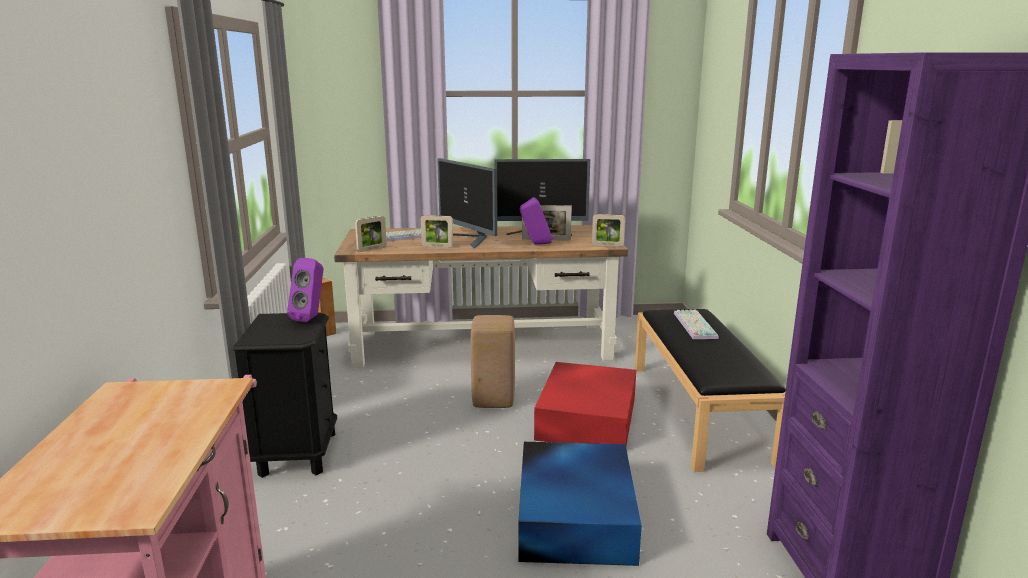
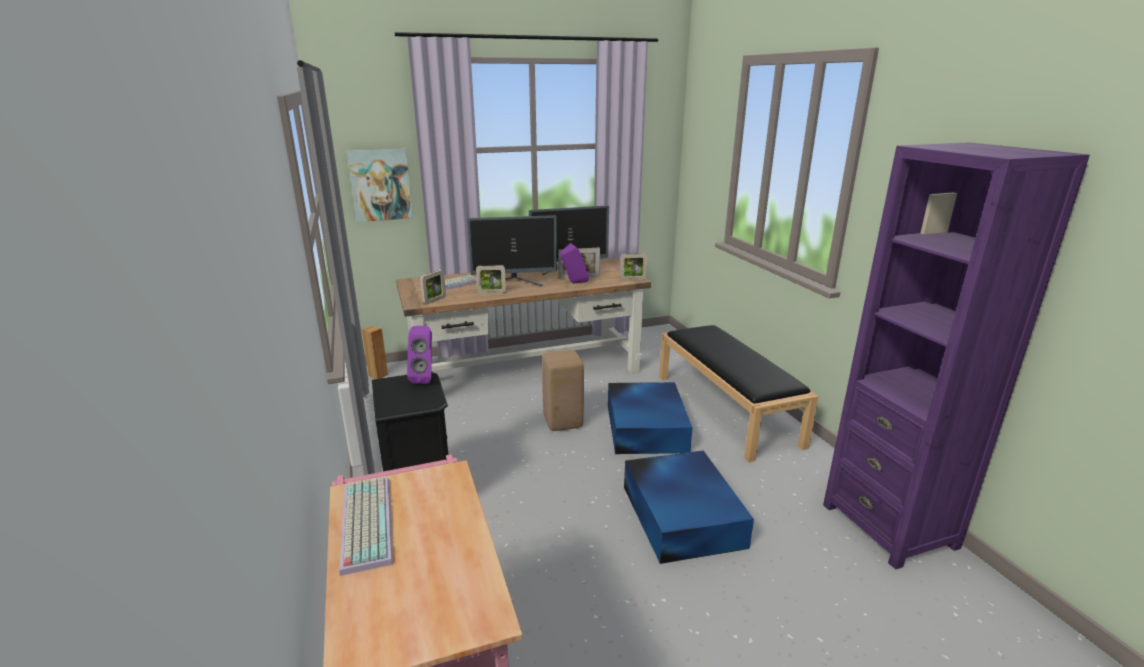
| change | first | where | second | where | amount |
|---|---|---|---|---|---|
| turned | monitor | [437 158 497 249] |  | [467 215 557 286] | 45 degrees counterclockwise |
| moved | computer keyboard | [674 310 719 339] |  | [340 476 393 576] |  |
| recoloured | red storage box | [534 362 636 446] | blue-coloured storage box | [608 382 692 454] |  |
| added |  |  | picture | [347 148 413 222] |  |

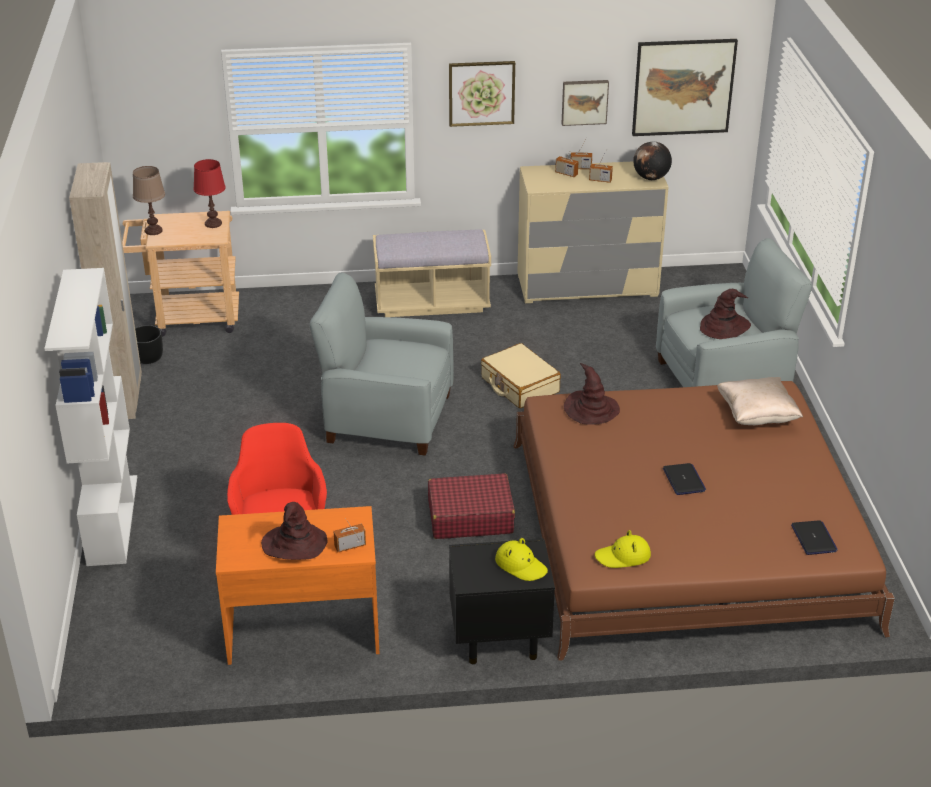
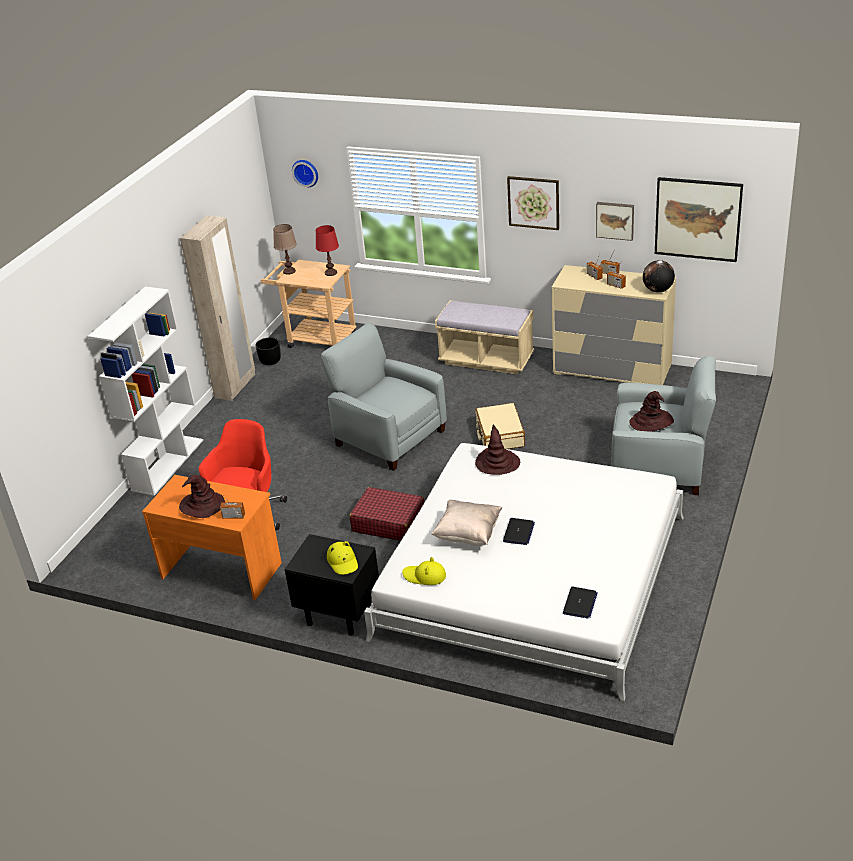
| change | first | where | second | where | amount |
|---|---|---|---|---|---|
| moved | sand-coloured throw pillow | [717 377 803 425] |  | [431 500 503 545] |  |
| recoloured | brownish bed | [513 381 895 661] | white-coloured bed | [364 443 684 701] |  |
| added |  |  | hanging clock | [292 160 318 187] |  |

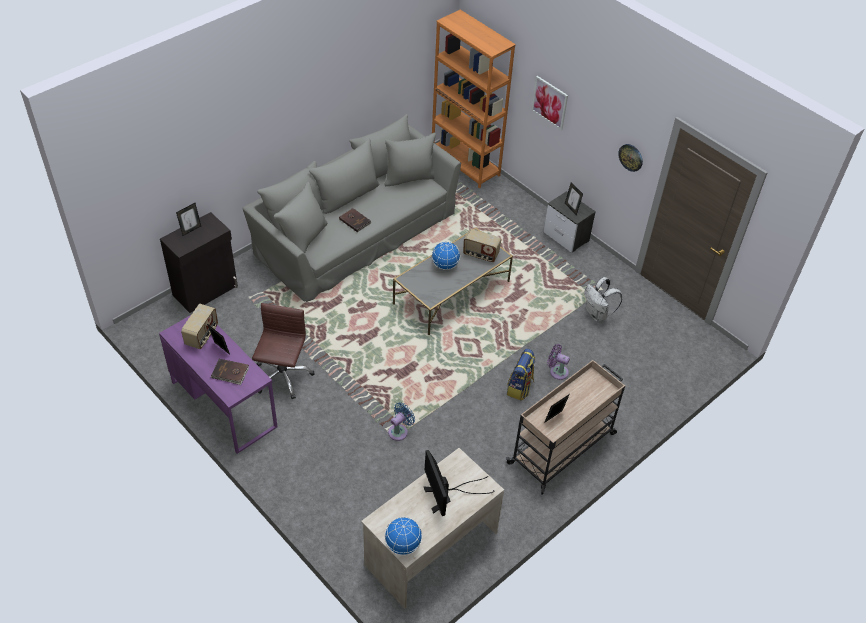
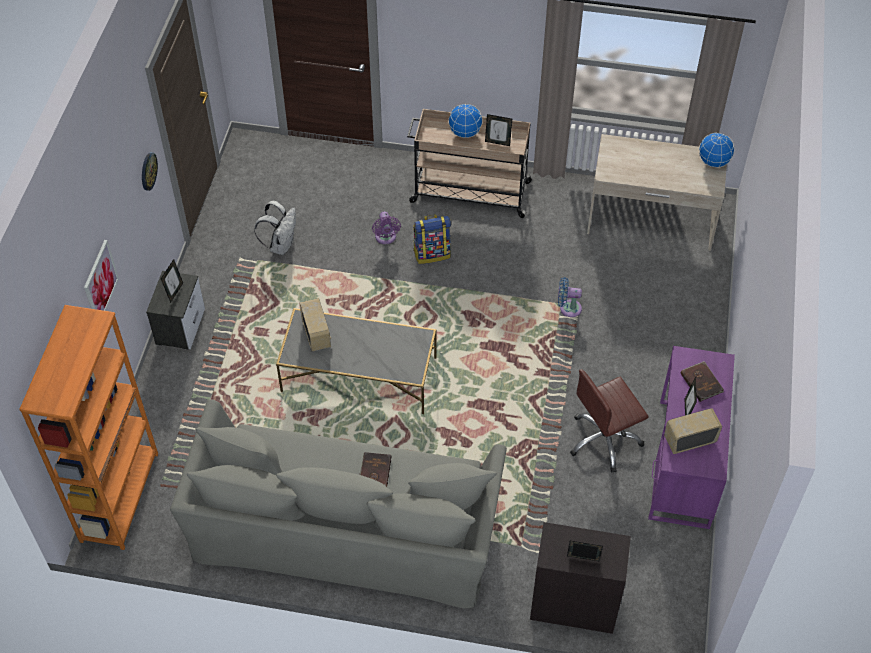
| change | first | where | second | where | amount |
|---|---|---|---|---|---|
| moved | globe | [432 241 460 270] |  | [448 104 483 138] |  |
| removed | monitor | [424 450 494 516] |  |  |  |

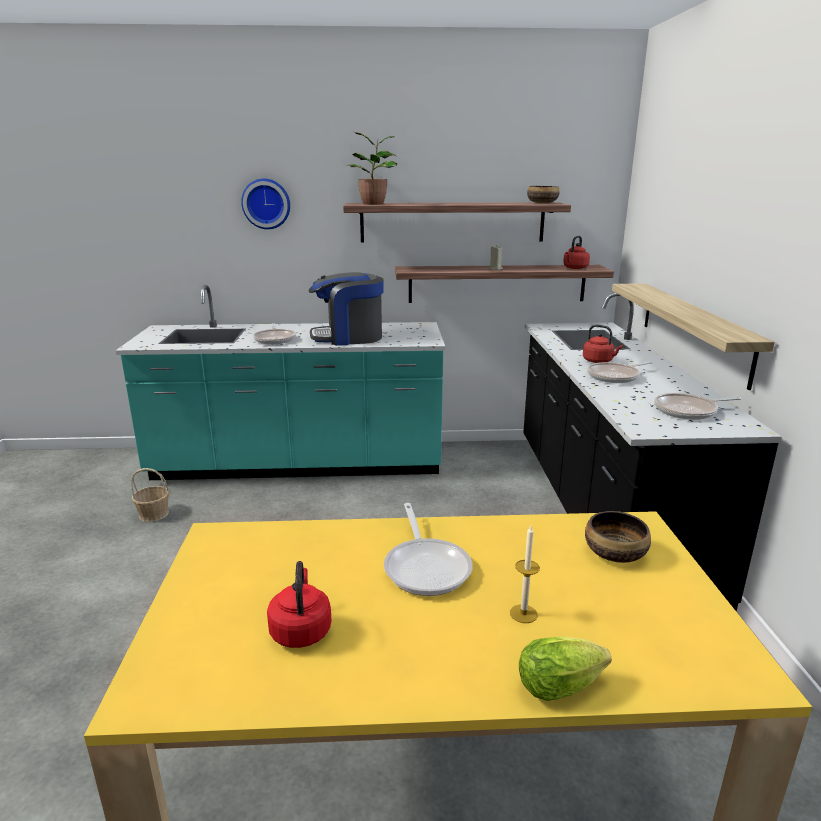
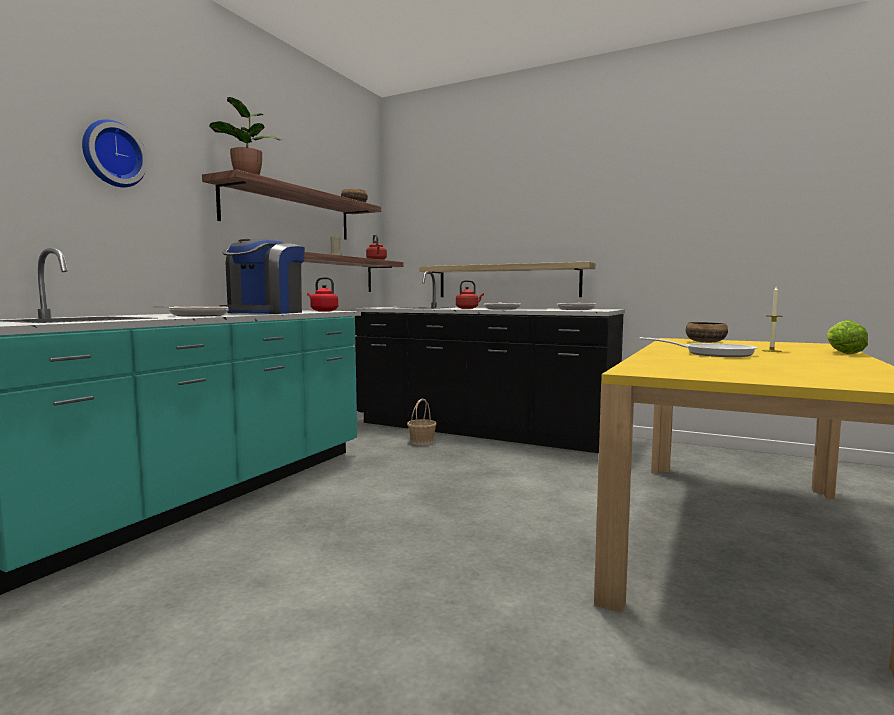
| change | first | where | second | where | amount |
|---|---|---|---|---|---|
| moved | storage basket | [131 468 170 522] |  | [407 399 437 445] |  |
| moved | red water kettle | [267 561 332 648] |  | [307 277 338 311] |  |

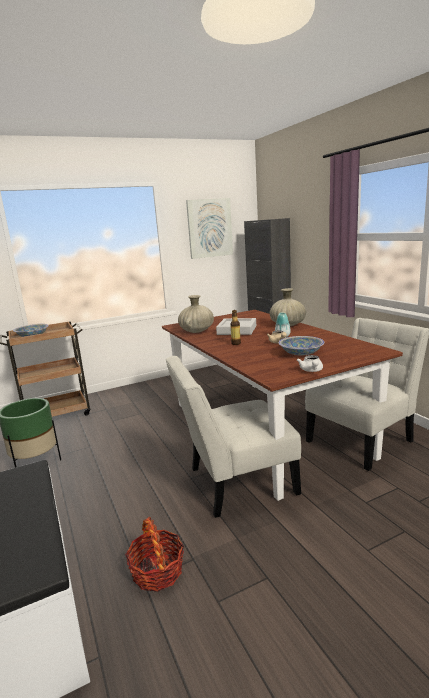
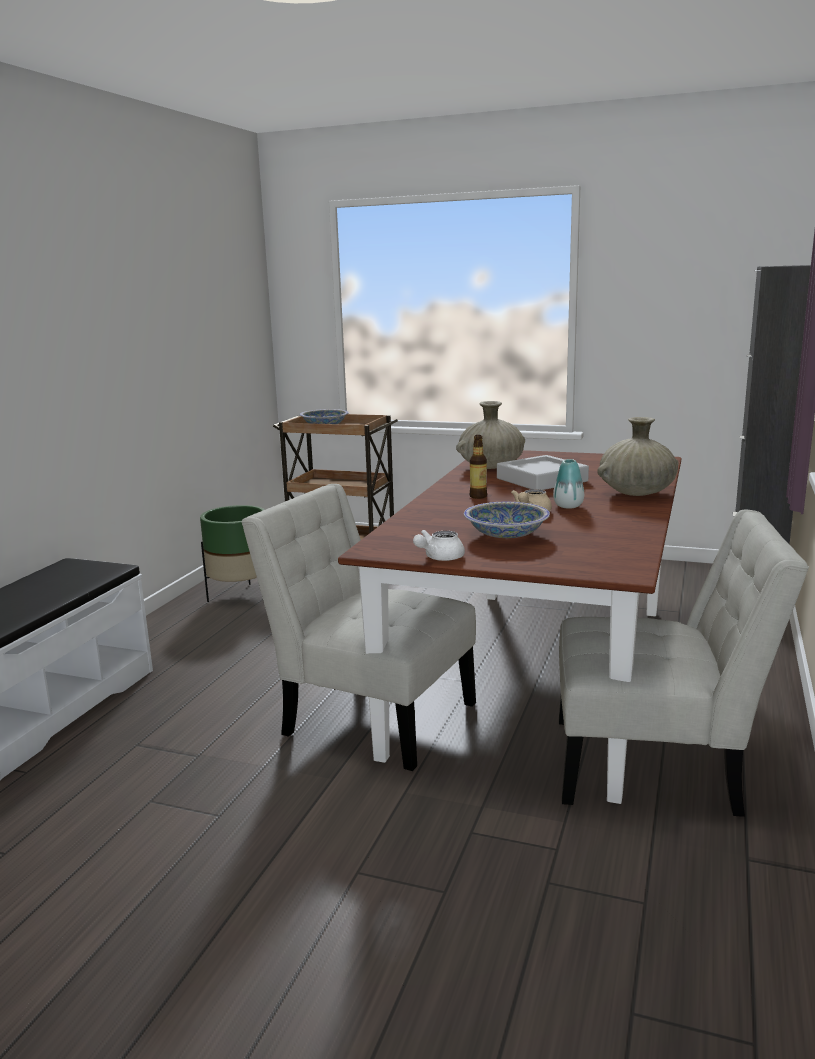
| change | first | where | second | where | amount |
|---|---|---|---|---|---|
| removed | picture | [186 198 233 259] |  |  |  |
| removed | storage basket | [125 517 184 592] |  |  |  |

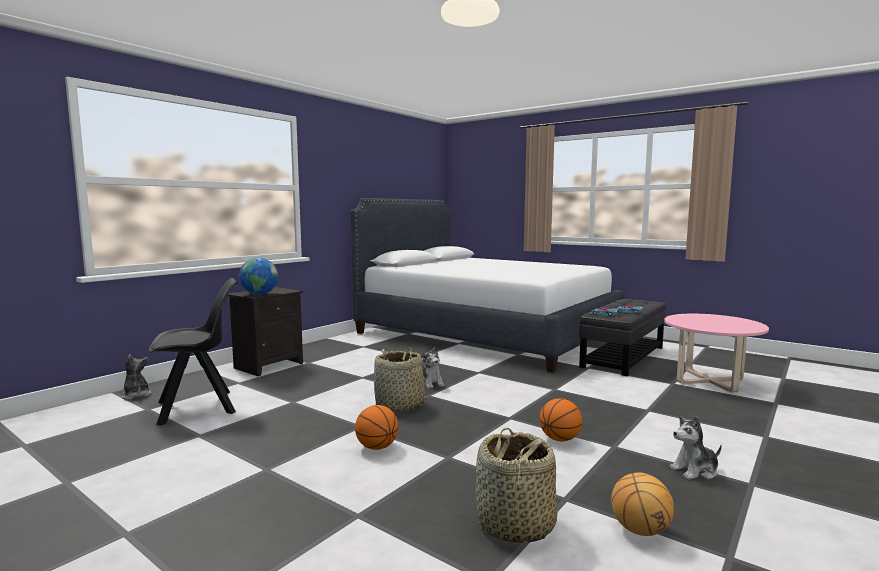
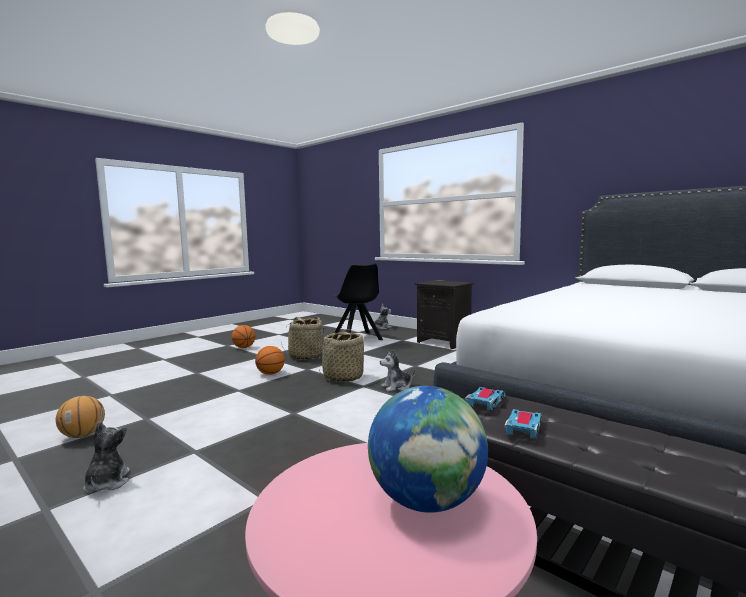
| change | first | where | second | where | amount |
|---|---|---|---|---|---|
| moved | globe | [239 258 278 295] |  | [368 386 488 513] |  |
| moved | ball for basketball | [539 398 582 441] |  | [231 325 255 348] |  |
| moved | storage basket | [476 427 557 543] |  | [281 317 324 360] |  |

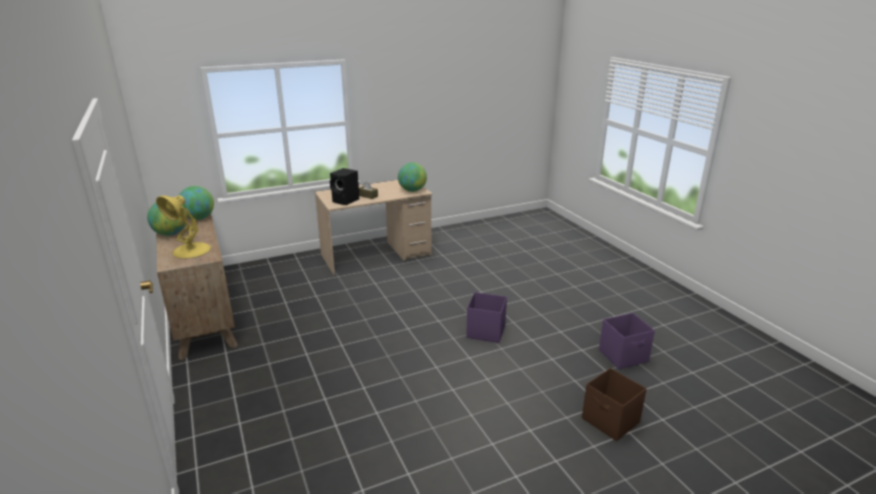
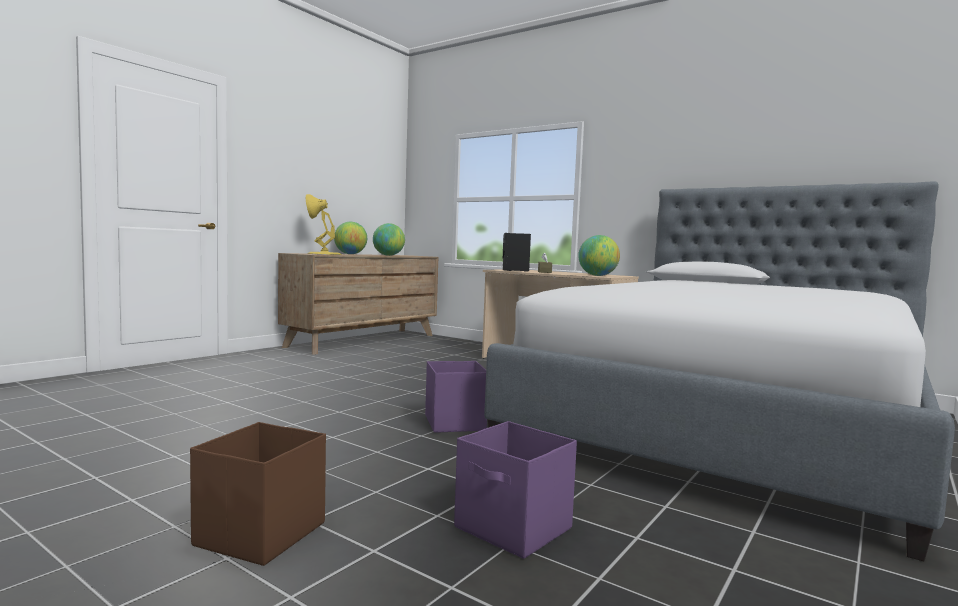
| change | first | where | second | where | amount |
|---|---|---|---|---|---|
| added |  |  | bed | [484 182 955 561] |  |

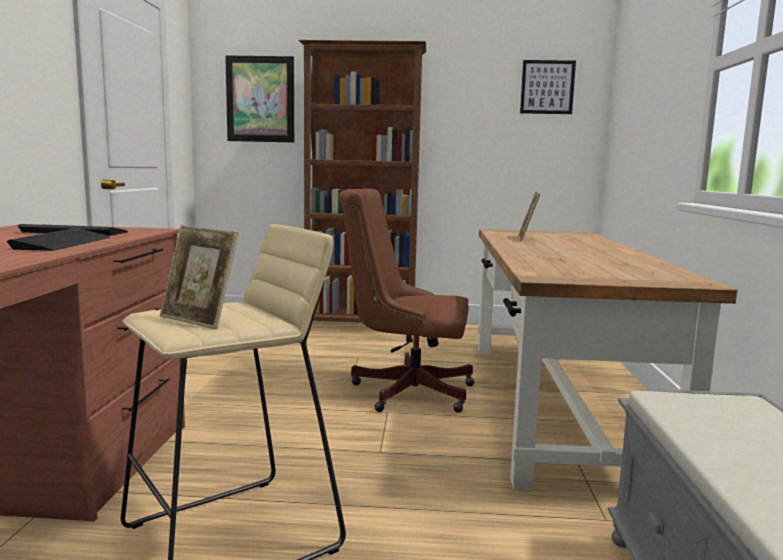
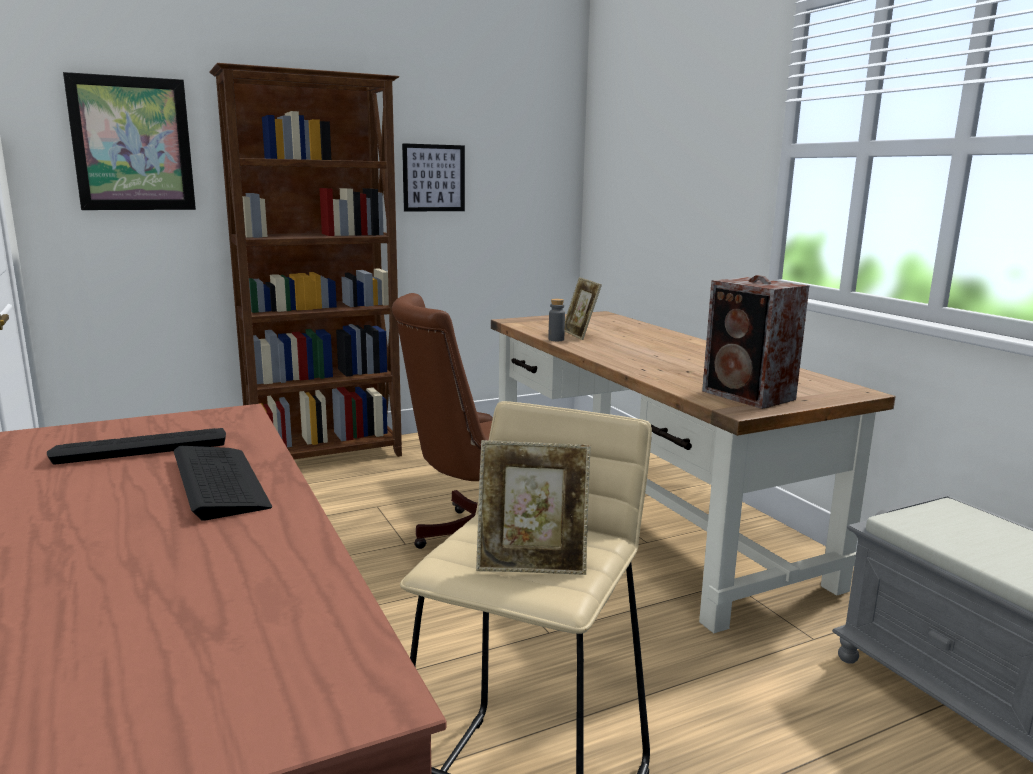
| change | first | where | second | where | amount |
|---|---|---|---|---|---|
| moved | picture | [520 60 576 114] |  | [402 143 465 212] |  |
| added |  |  | speaker | [702 275 809 409] |  |
| added |  |  | gray beverage bottle | [548 299 565 341] |  |

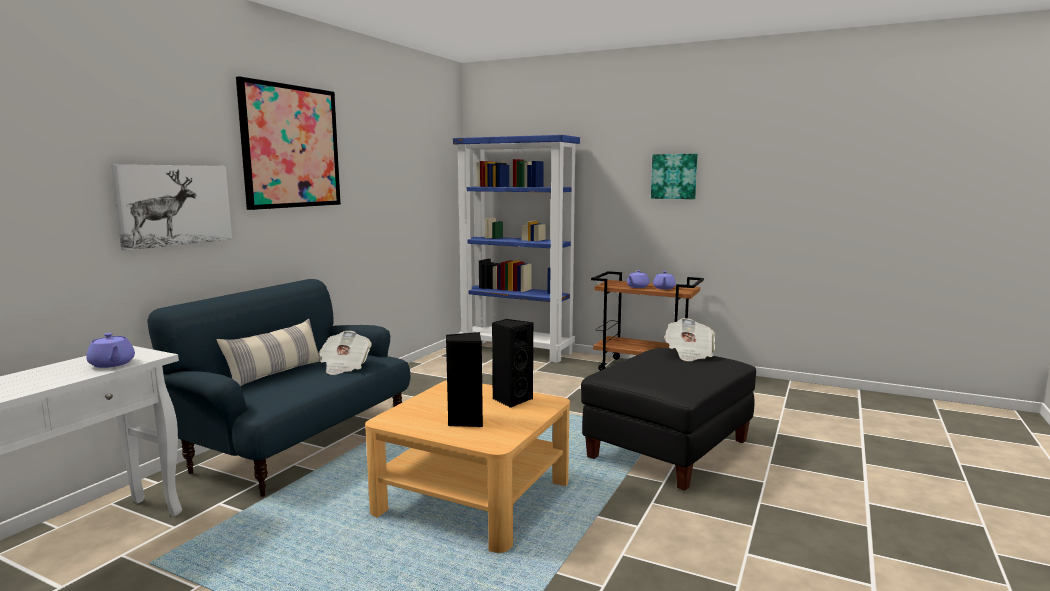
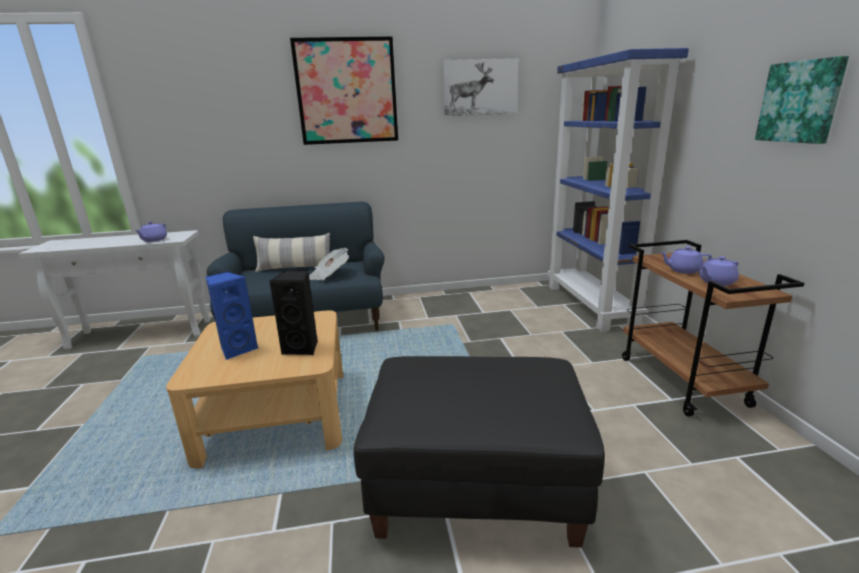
| change | first | where | second | where | amount |
|---|---|---|---|---|---|
| moved | picture | [111 164 232 250] |  | [443 58 519 116] |  |
| removed | printed paper | [664 318 715 361] |  |  |  |
| recoloured | black-coloured speaker | [446 332 483 427] | blue-coloured speaker | [206 271 259 360] |  |

